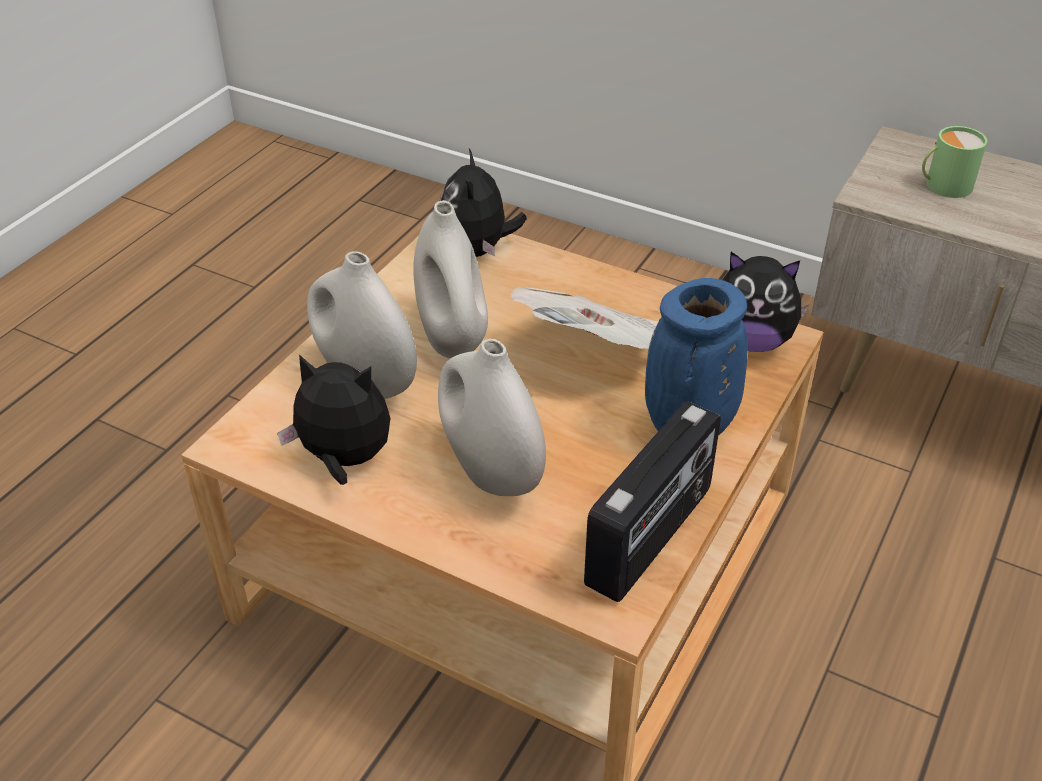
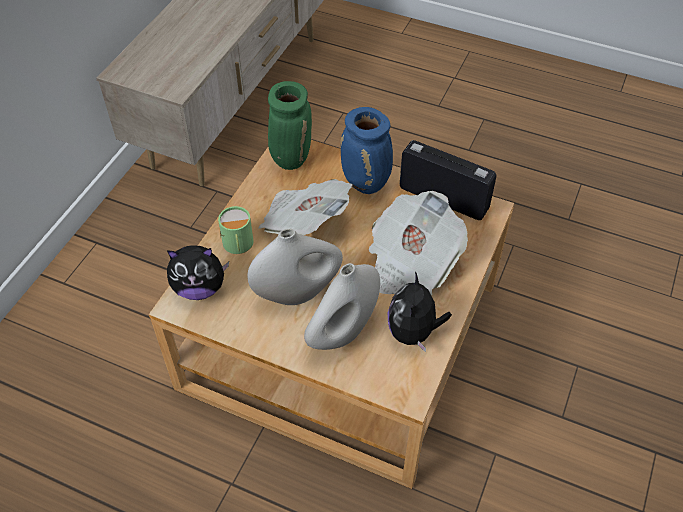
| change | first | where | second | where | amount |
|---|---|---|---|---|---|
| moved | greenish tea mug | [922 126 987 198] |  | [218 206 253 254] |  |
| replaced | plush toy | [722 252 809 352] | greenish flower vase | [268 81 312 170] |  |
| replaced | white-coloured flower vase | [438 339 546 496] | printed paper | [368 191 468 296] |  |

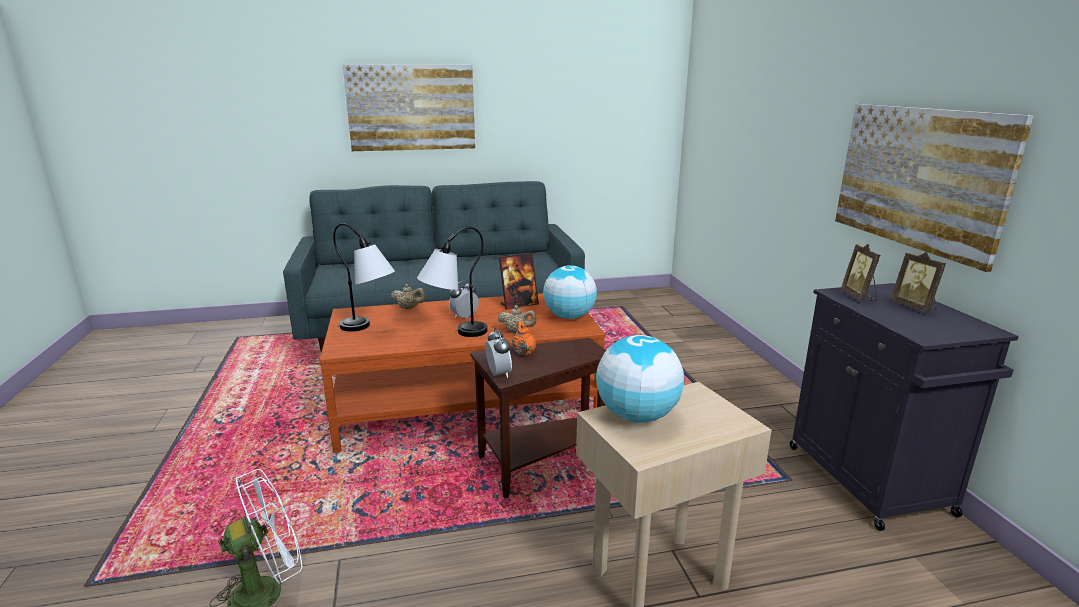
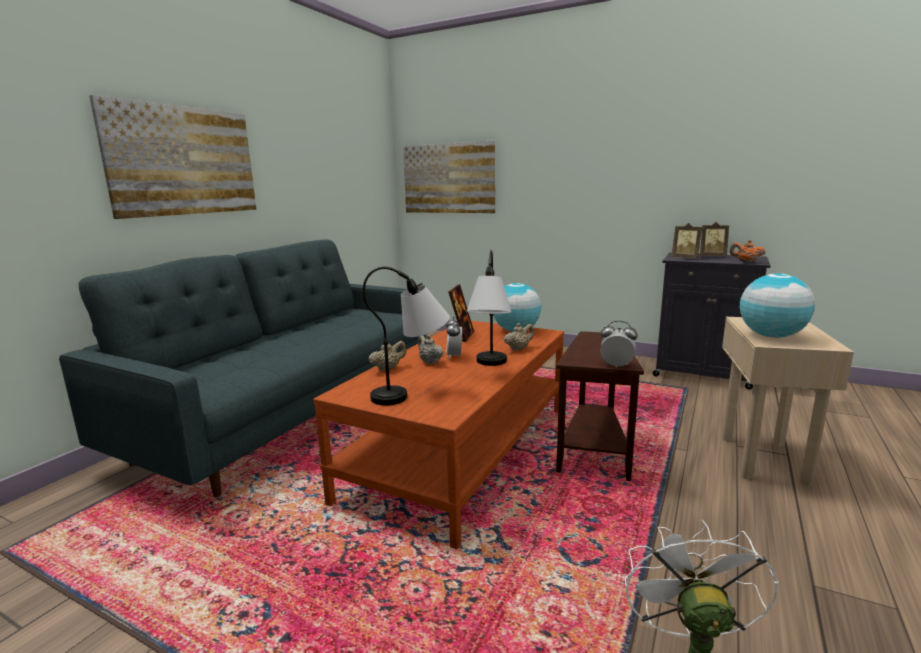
| change | first | where | second | where | amount |
|---|---|---|---|---|---|
| moved | picture | [835 104 1034 272] |  | [403 141 495 213] |  |
| moved | orangey pot for tea | [512 321 537 356] |  | [730 240 766 263] |  |
| added |  |  | sand-coloured pot for tea | [418 335 444 364] |  |

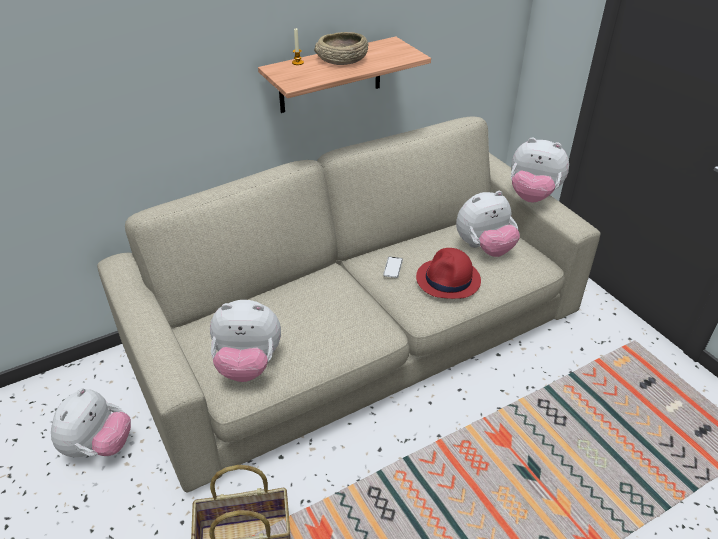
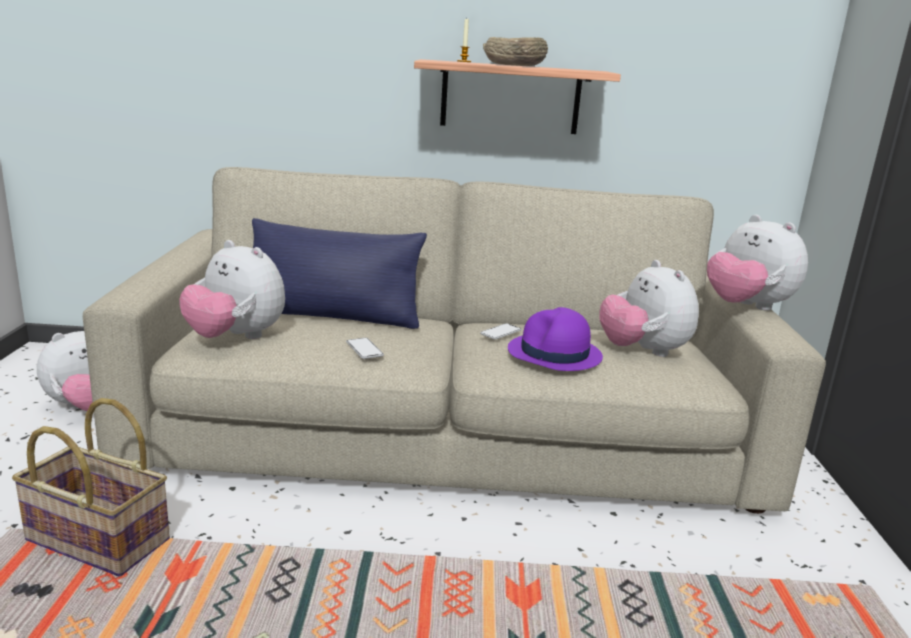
| change | first | where | second | where | amount |
|---|---|---|---|---|---|
| turned | plush toy | [456 191 520 257] |  | [599 260 699 357] | 60 degrees clockwise |
| recoloured | red hat | [416 248 481 299] | purplish hat | [508 307 603 371] |  |
| added |  |  | blue-coloured throw pillow | [252 218 427 329] |  |
| added |  |  | handset | [346 338 384 359] |  |

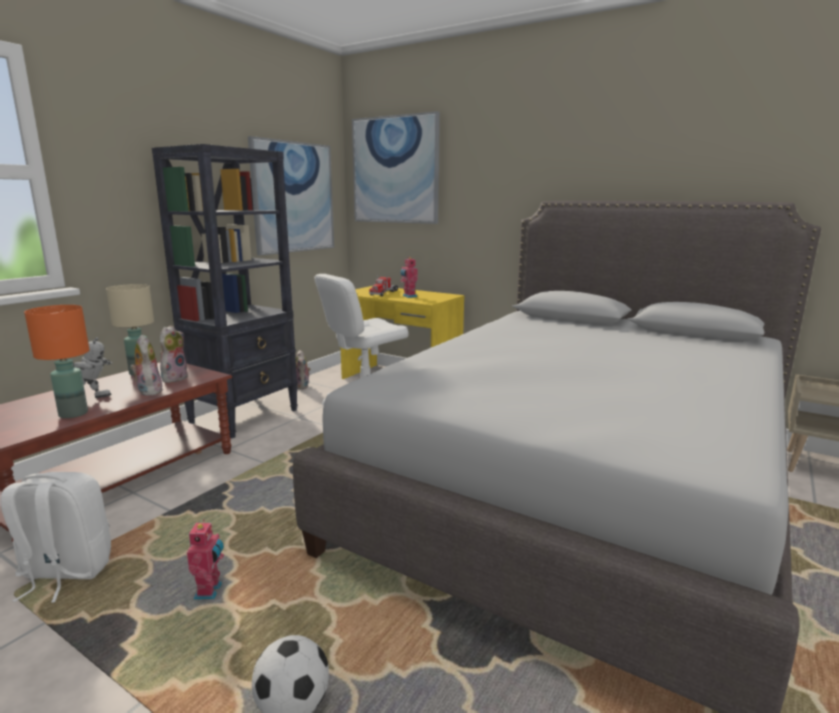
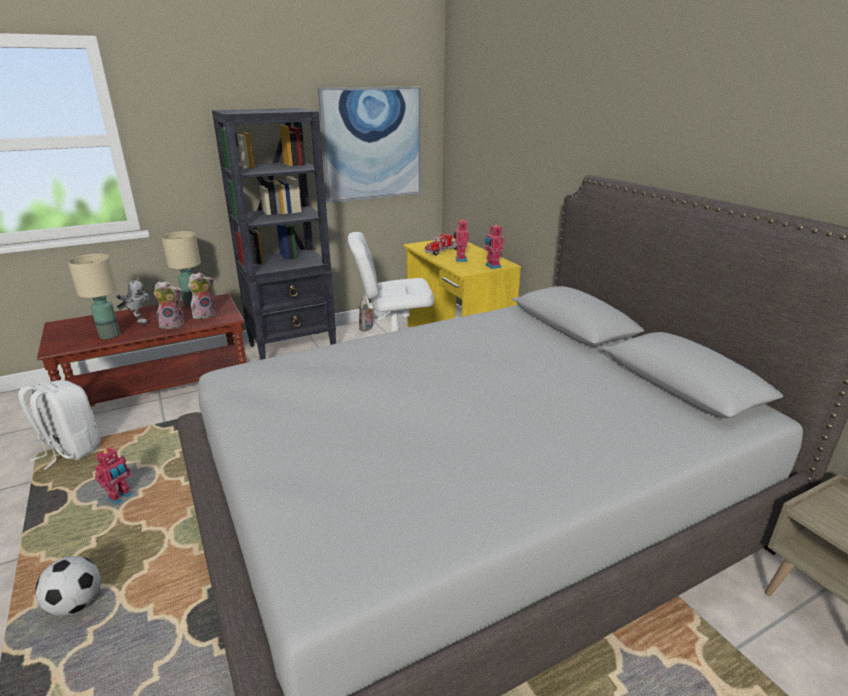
| change | first | where | second | where | amount |
|---|---|---|---|---|---|
| removed | picture | [352 111 440 224] |  |  |  |
| recoloured | orangey lamp for a table | [24 305 89 418] | sand-coloured lamp for a table | [68 254 120 339] |  |
| turned | plush toy | [130 335 163 396] |  | [154 281 184 329] | 75 degrees clockwise |
| added |  |  | toy robot | [484 224 504 269] |  |

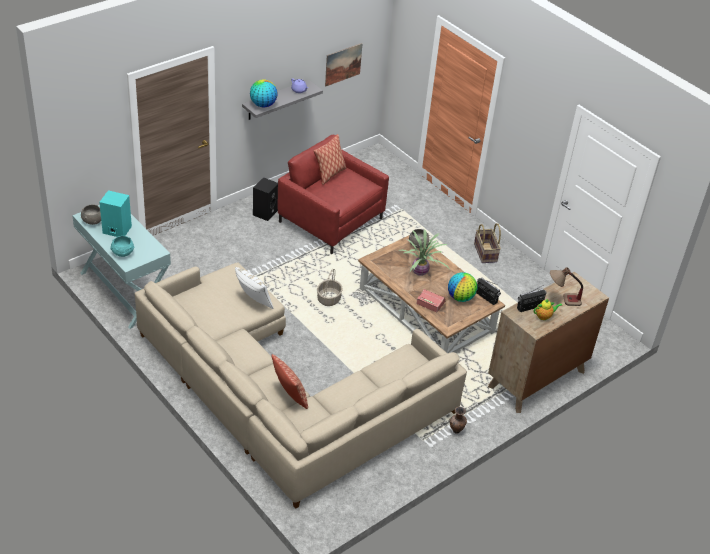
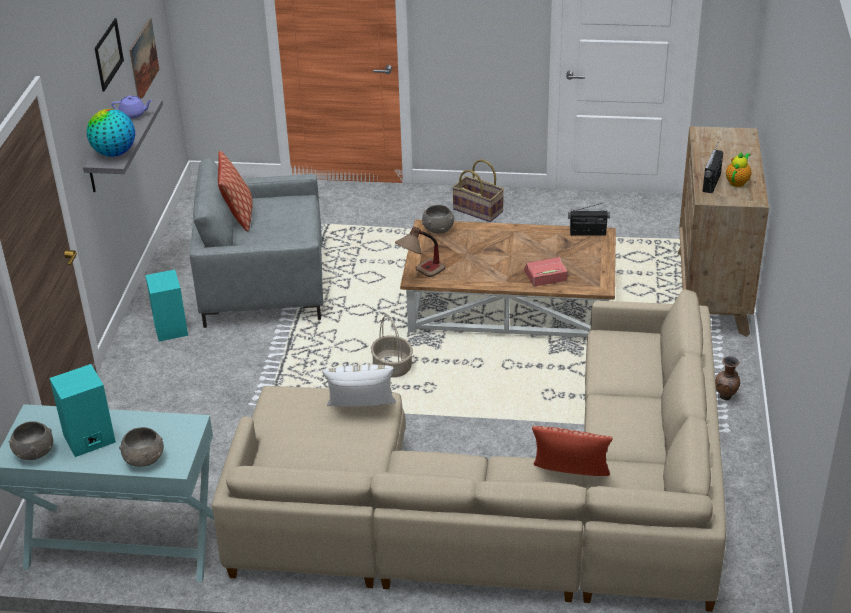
| change | first | where | second | where | amount |
|---|---|---|---|---|---|
| recoloured | red armchair | [278 135 389 254] | gray armchair | [190 158 324 328] |  |
| recoloured | black-coloured speaker | [253 177 278 221] | turquoise-coloured speaker | [145 270 188 342] |  |
| removed | houseplant | [398 229 449 276] |  |  |  |
| recoloured | turquoise-coloured deep dish | [110 236 134 257] | gray deep dish | [119 427 164 467] |  |
| moved | lamp for a table | [550 267 583 306] |  | [395 226 445 277] |  |
| removed | globe | [448 272 477 302] |  |  |  |
| added |  |  | picture | [95 18 124 92] |  |

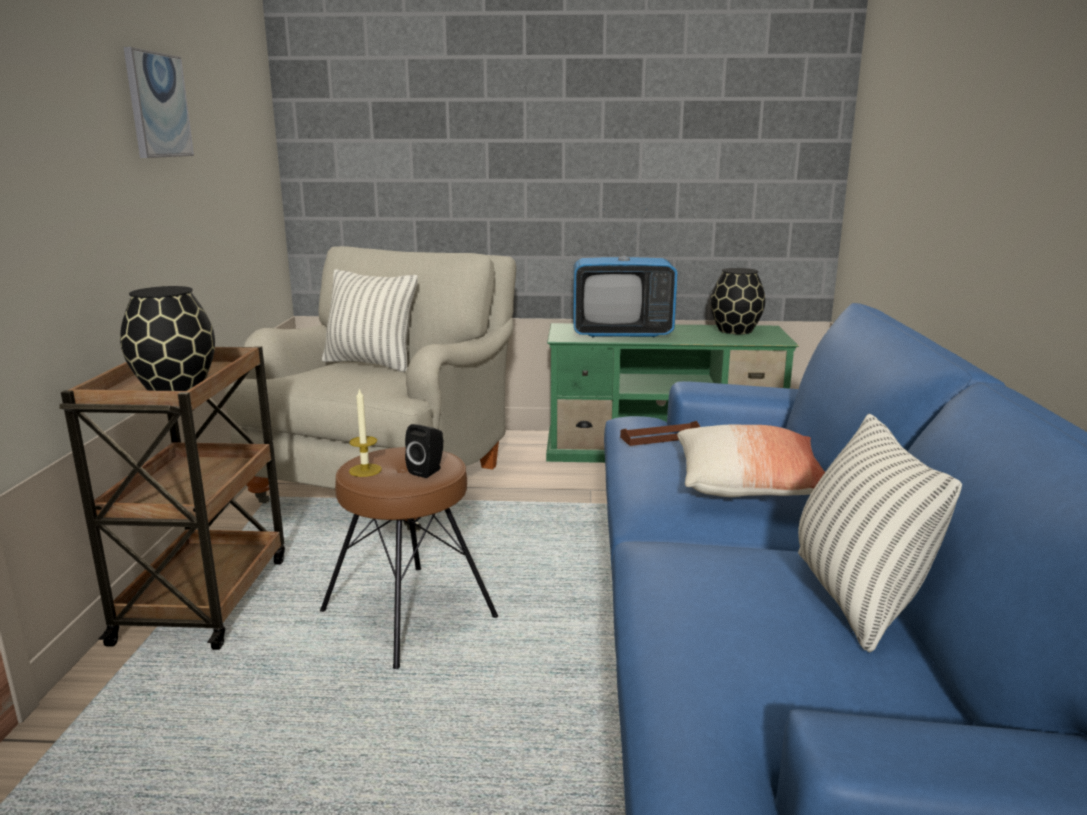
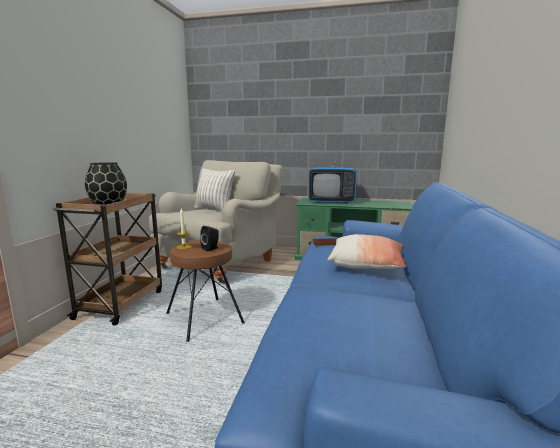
| change | first | where | second | where | amount |
|---|---|---|---|---|---|
| removed | picture | [124 47 194 158] |  |  |  |
| removed | black-coloured flower vase | [710 268 765 334] |  |  |  |
| removed | throw pillow | [798 414 962 652] |  |  |  |

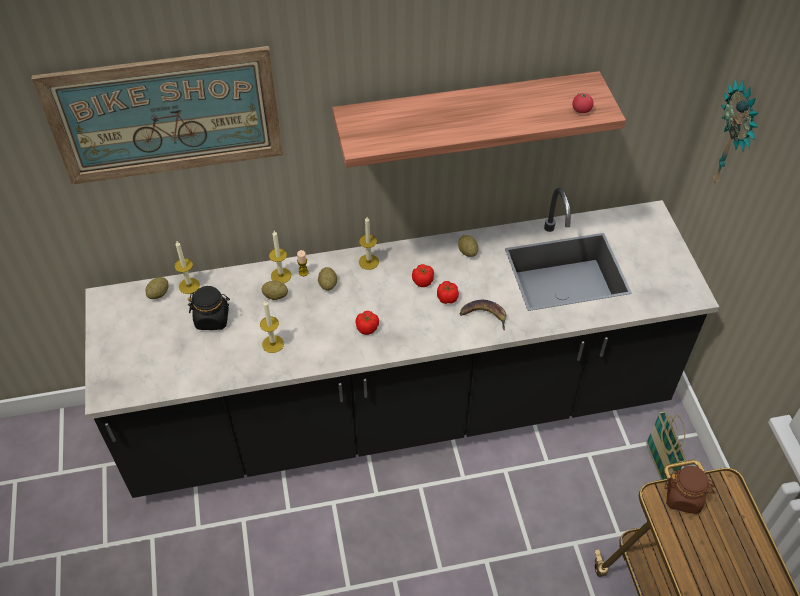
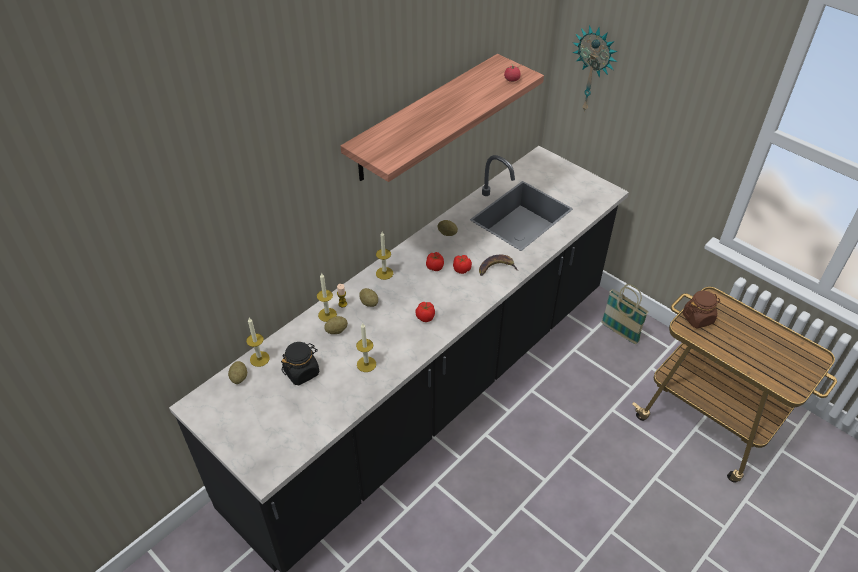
| change | first | where | second | where | amount |
|---|---|---|---|---|---|
| removed | picture | [32 46 283 185] |  |  |  |

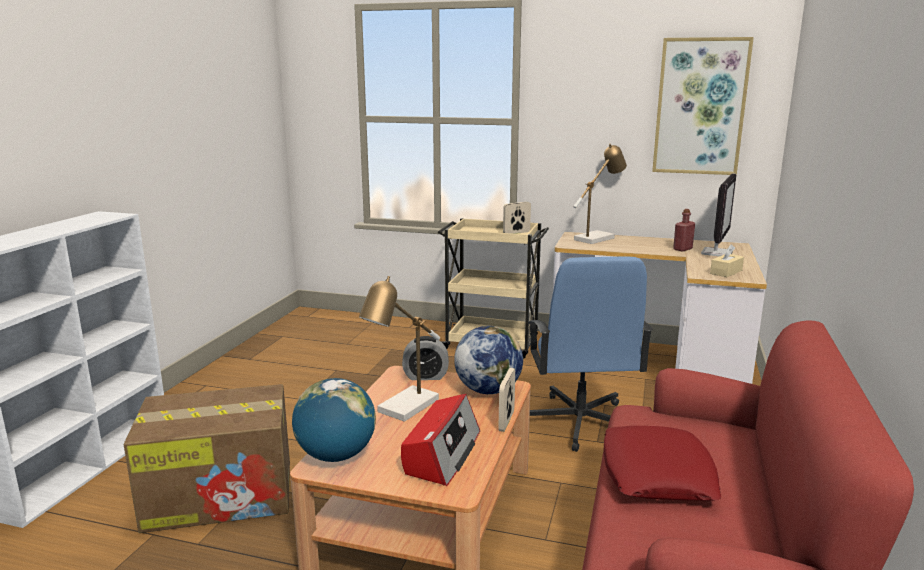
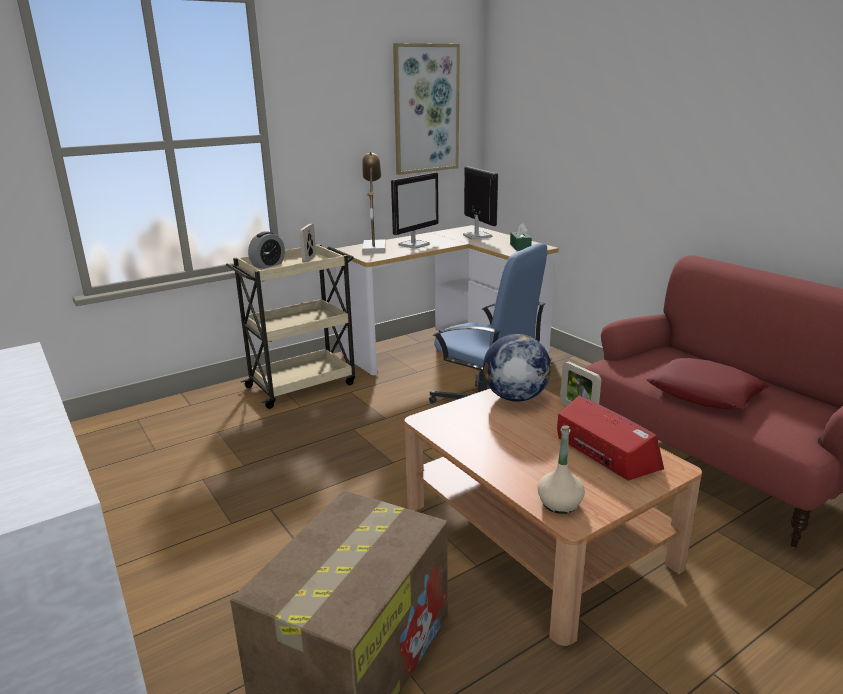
| change | first | where | second | where | amount |
|---|---|---|---|---|---|
| removed | red beverage bottle | [673 209 695 252] |  |  |  |
| recoloured | sand-coloured tissue holder | [710 244 744 277] | greenish tissue holder | [510 223 532 251] |  |
| removed | lamp for a table | [359 276 440 422] |  |  |  |
| moved | alarm clock | [402 336 449 380] |  | [248 231 285 269] |  |
| replaced | globe | [292 378 376 462] | sand-coloured beverage bottle | [537 425 585 514] |  |
| added |  |  | monitor | [391 172 439 249] |  |

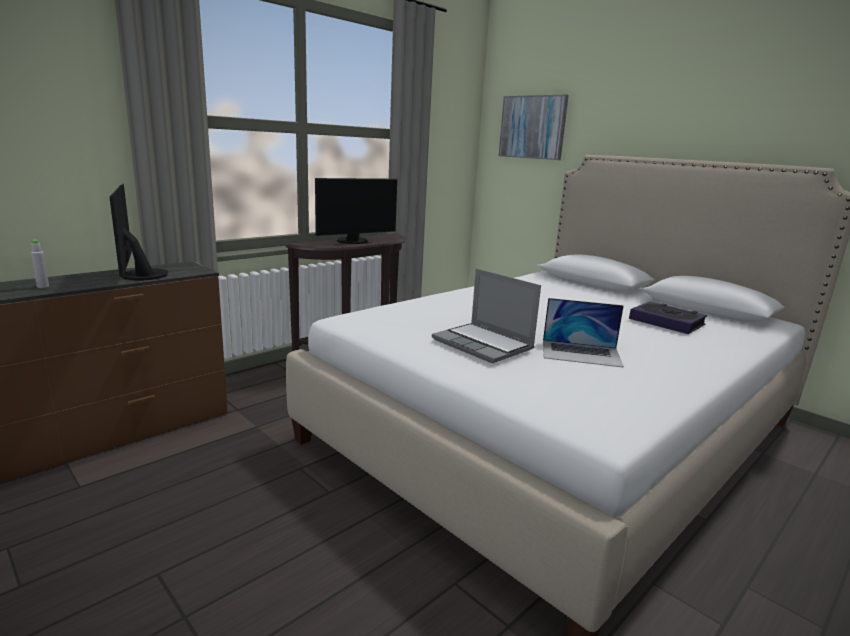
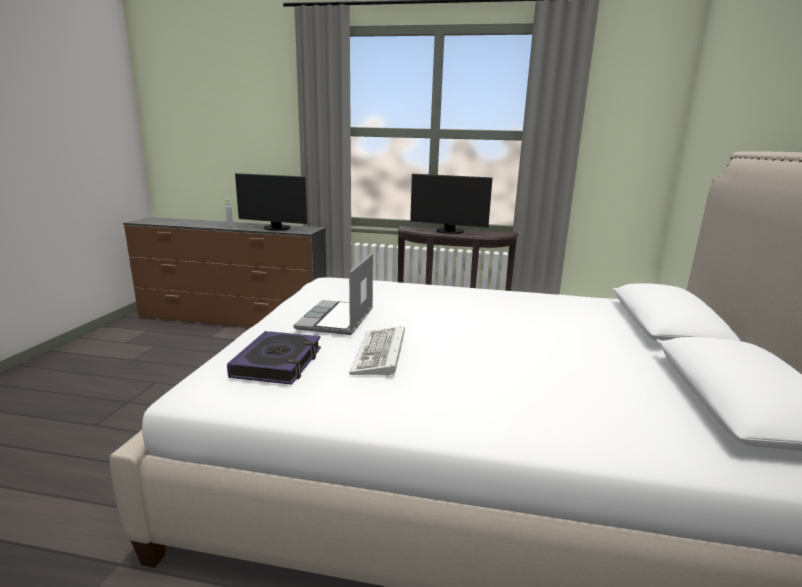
| change | first | where | second | where | amount |
|---|---|---|---|---|---|
| removed | picture | [499 95 569 160] |  |  |  |
| turned | monitor | [109 184 168 281] |  | [235 173 307 231] | 105 degrees counterclockwise |
| replaced | laptop | [543 298 624 368] | computer keyboard | [349 326 405 377] |  |
| moved | book | [629 302 707 334] |  | [227 331 321 385] |  |

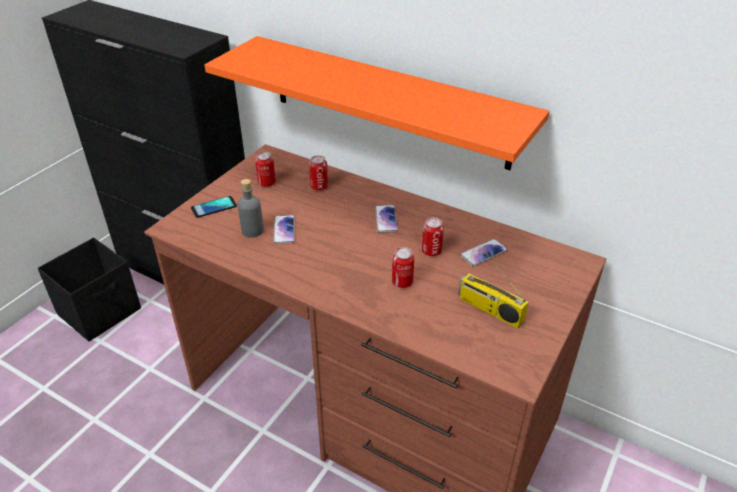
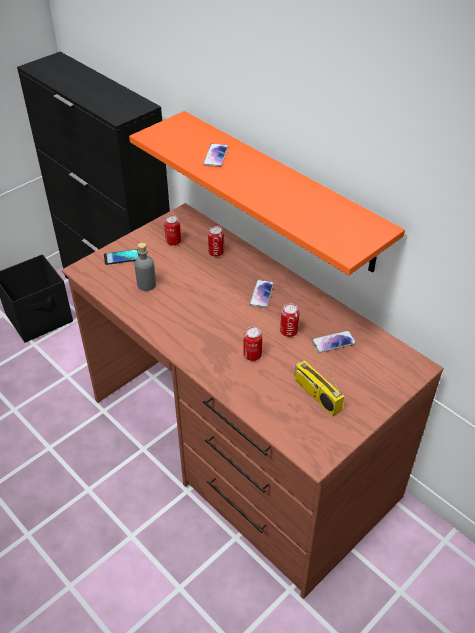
| change | first | where | second | where | amount |
|---|---|---|---|---|---|
| moved | handset | [273 215 295 244] |  | [203 144 228 167] |  |

